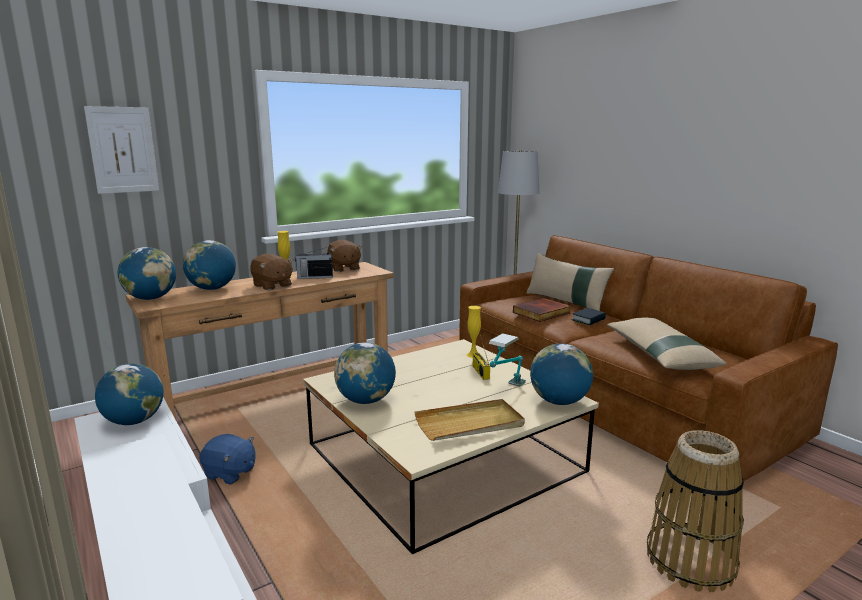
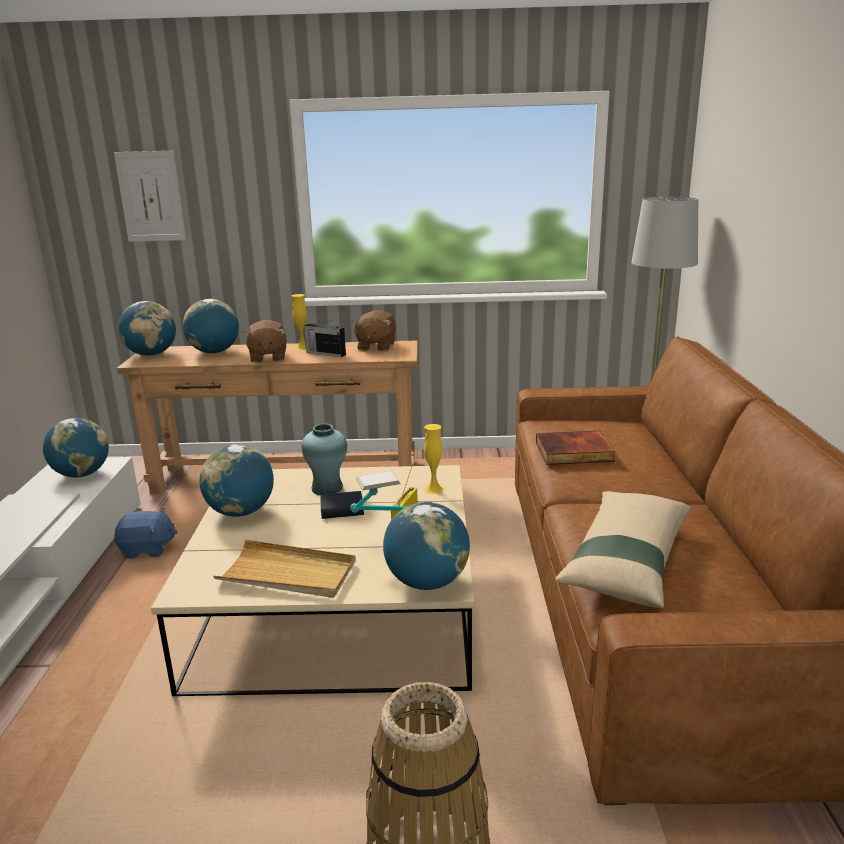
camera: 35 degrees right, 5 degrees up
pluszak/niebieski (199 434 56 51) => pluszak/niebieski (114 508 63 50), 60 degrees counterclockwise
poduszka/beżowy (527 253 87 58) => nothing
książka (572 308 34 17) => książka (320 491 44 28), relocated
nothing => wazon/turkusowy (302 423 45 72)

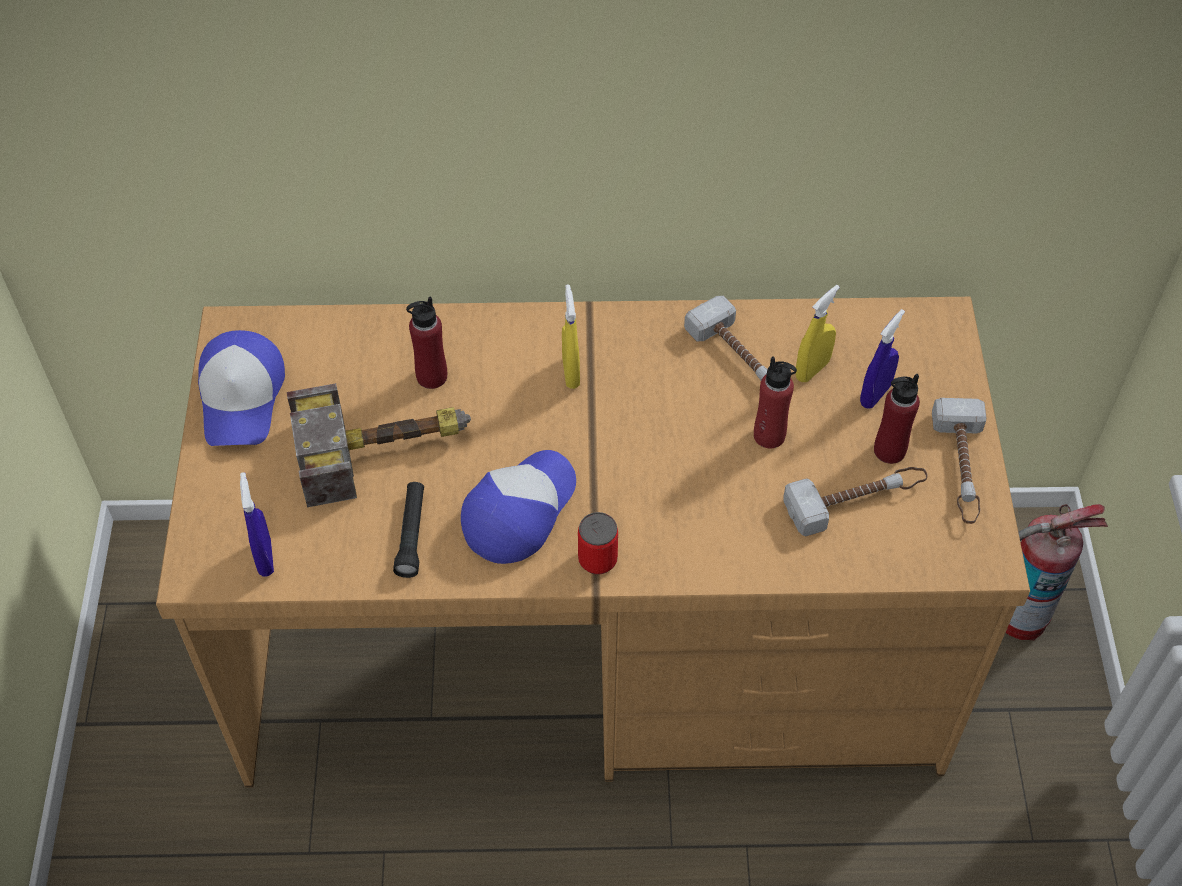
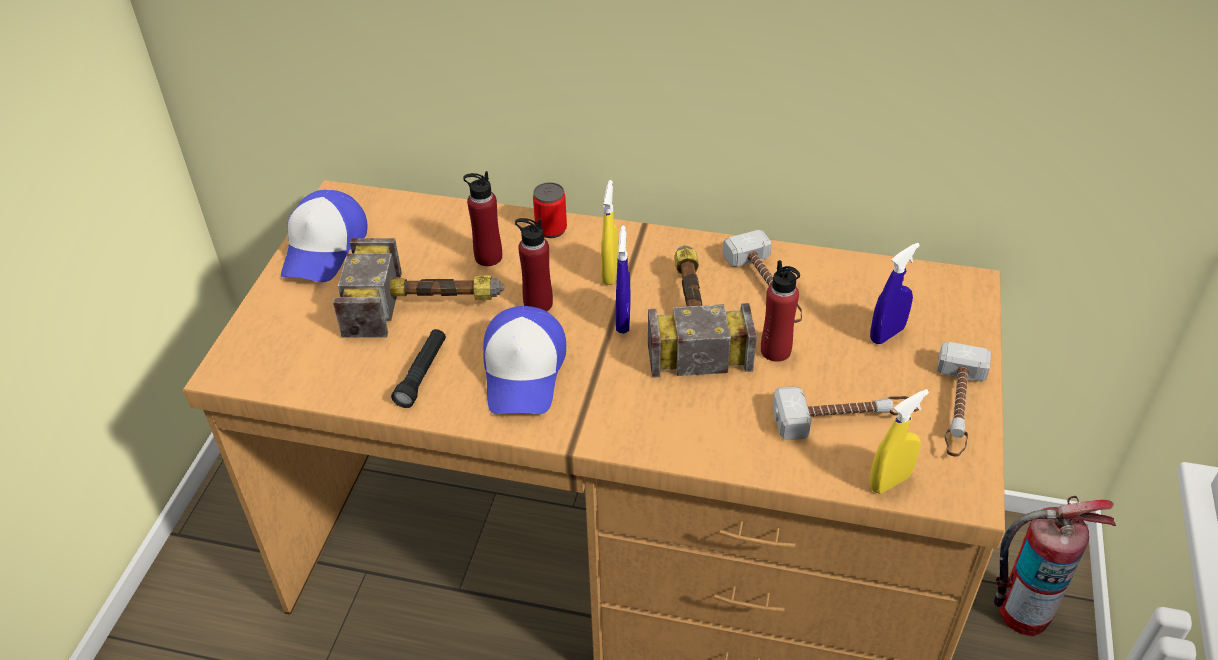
camera: 15 degrees right, 10 degrees down
spryskiwacz/niebieski (240 472 34 105) => spryskiwacz/niebieski (616 226 15 107), relocated
czapka z daszkiem (461 450 115 114) => czapka z daszkiem (483 306 83 108), 135 degrees clockwise
puszka (578 512 40 63) => puszka (533 182 34 56), relocated
spryskiwacz/żółty (796 285 44 97) => spryskiwacz/żółty (870 389 59 105), relocated
butelka/czerwony (874 374 46 90) => butelka/czerwony (515 218 38 93), relocated
nothing => młotek (648 245 109 133)

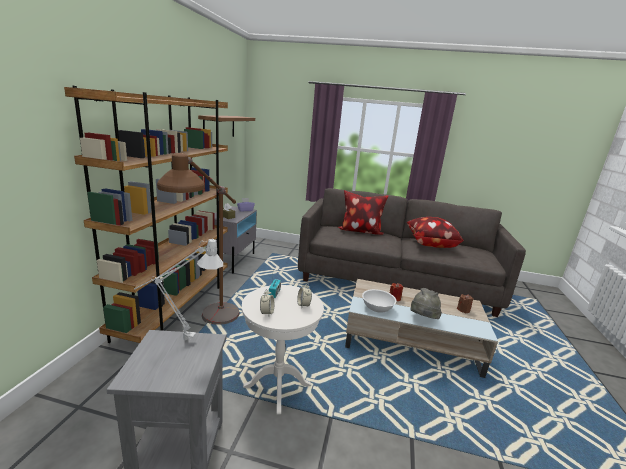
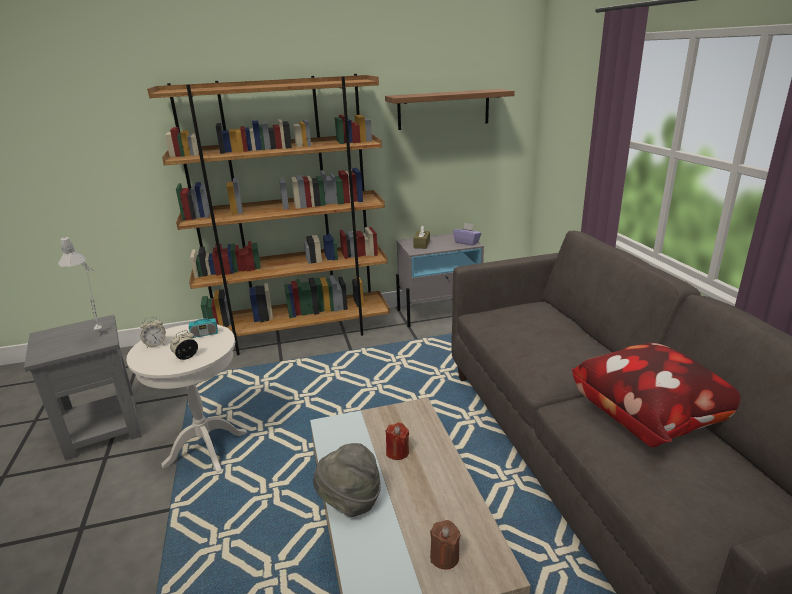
camera: 65 degrees right, 5 degrees up
lampa stojąca/brązowy (157 153 83 172) => nothing
poduszka (338 190 50 45) => nothing
miska/biały (362 289 34 24) => nothing

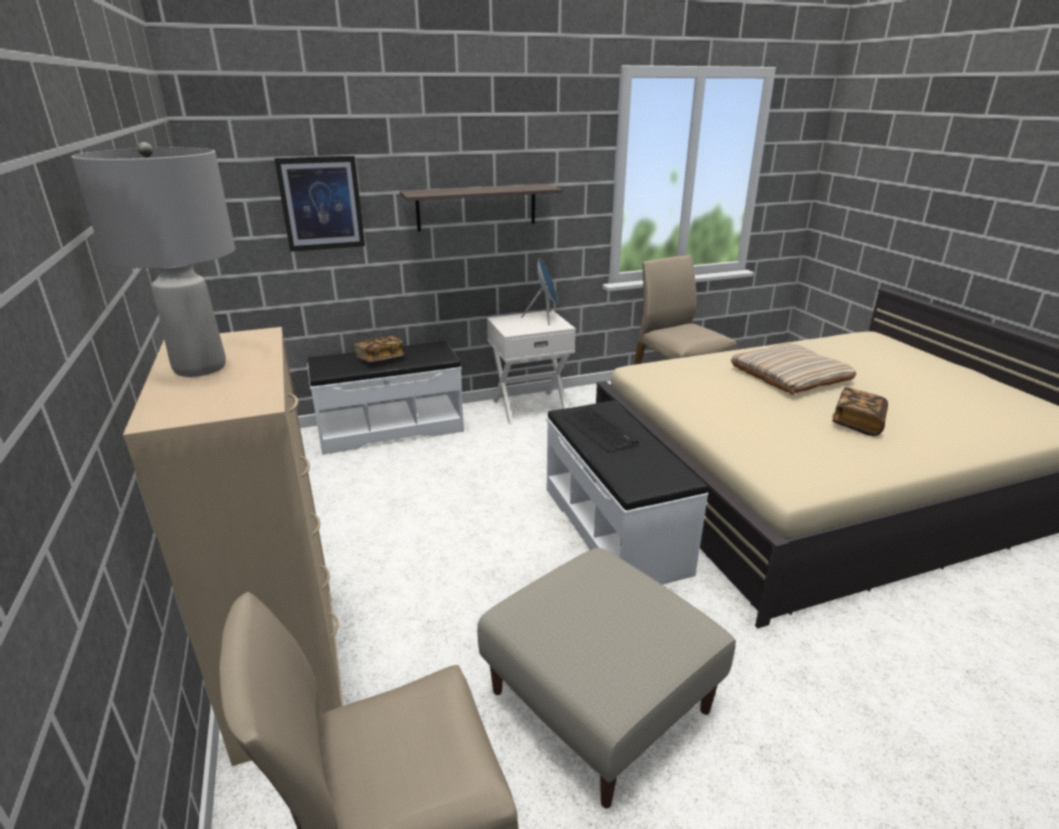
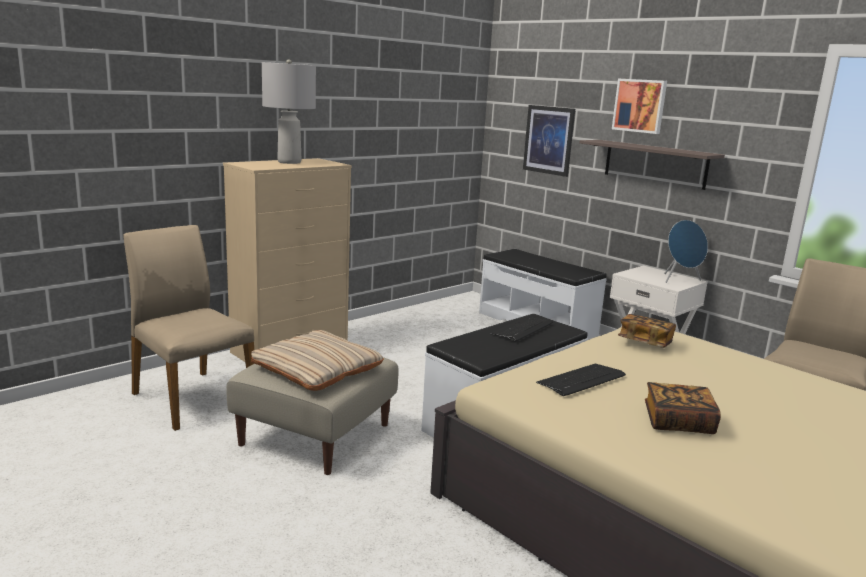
camera: 65 degrees right, 10 degrees down
książka (354 335 51 27) => książka (618 314 58 34), relocated
poduszka/beżowy (731 343 125 52) => poduszka/beżowy (251 330 133 61), relocated
nothing => klawiatura (536 364 90 32)
nothing => obraz (612 79 55 55)

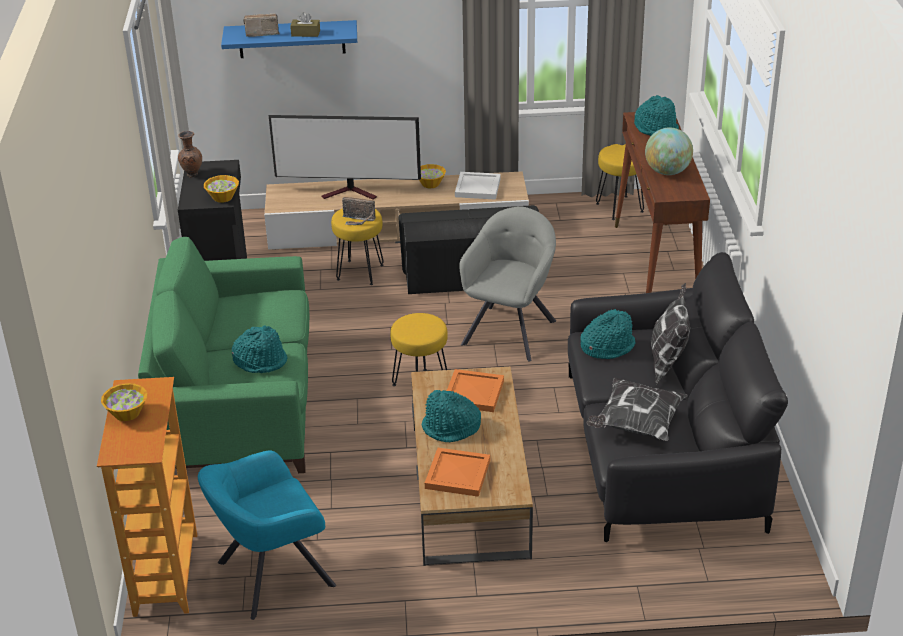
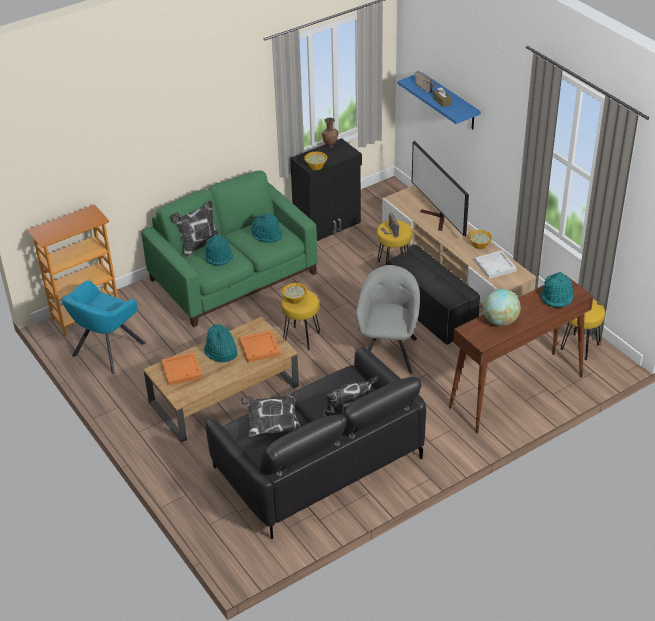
camera: 60 degrees right, 5 degrees up
miska (101 383 46 38) => miska (282 283 25 21), relocated
fotel/turkusowy (198 450 138 170) => fotel/turkusowy (62 281 84 93), 90 degrees counterclockwise
fotel/szary (459 206 97 156) => fotel/szary (356 265 64 109), 75 degrees counterclockwise
kapelusz/turkusowy (581 309 54 50) => kapelusz/turkusowy (251 213 32 30), relocated
nothing => poduszka (170 200 50 58)

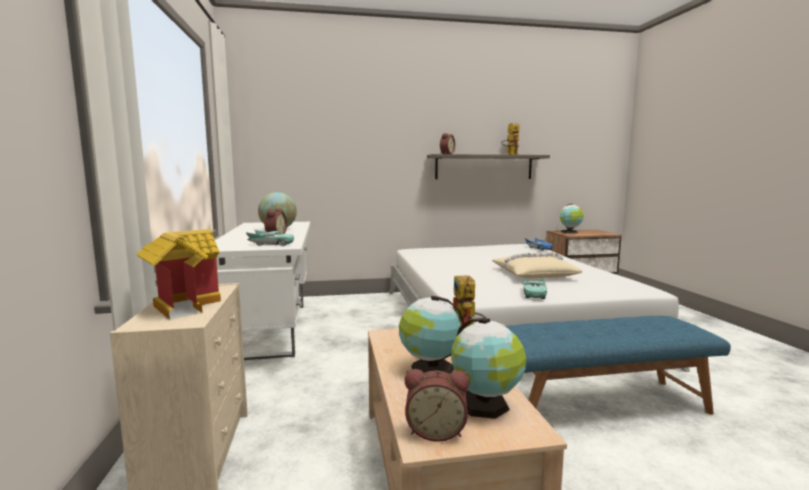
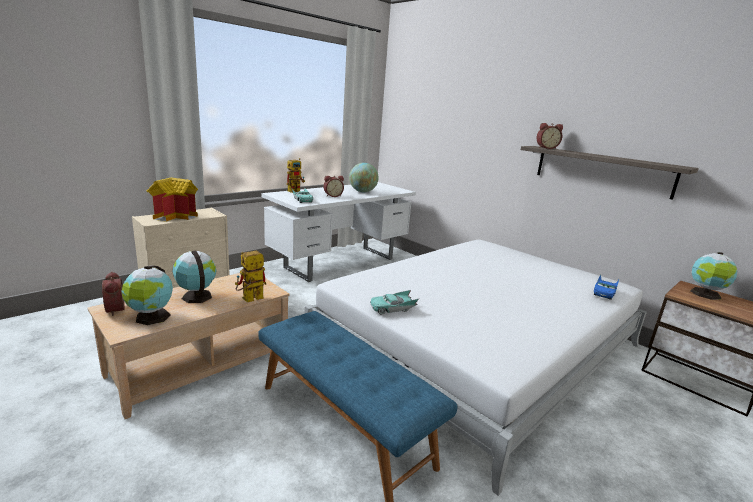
camera: 55 degrees right, 10 degrees up
poduszka/beżowy (492 252 90 26) => nothing
robot zabawkowy (501 123 18 32) => robot zabawkowy (286 158 19 35), relocated

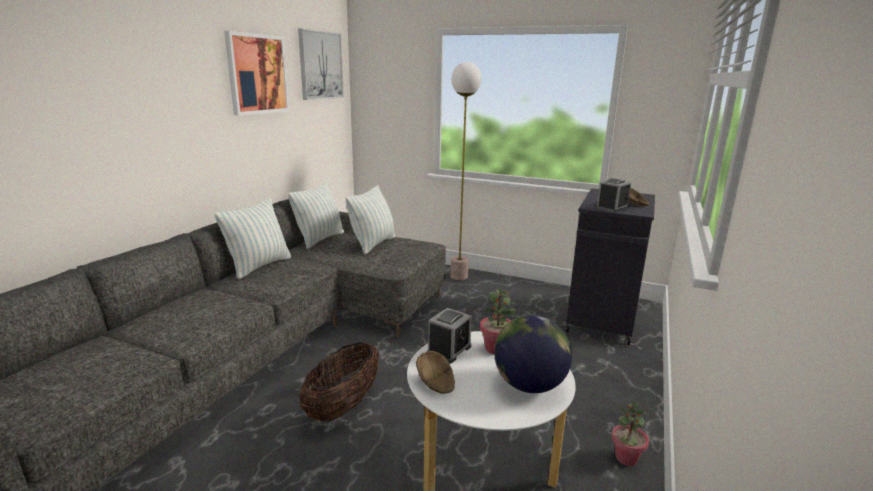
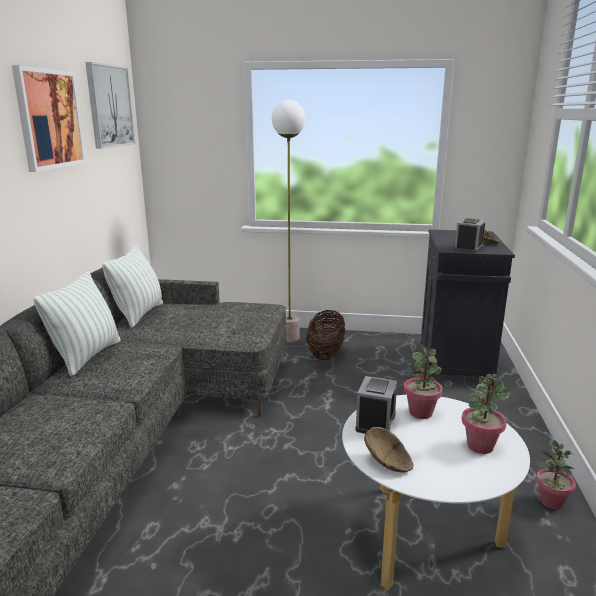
camera: 15 degrees left, 0 degrees up
koszyk (299 342 80 79) => koszyk (307 310 38 50), relocated
poduszka (345 185 50 70) => nothing
globus (494 315 78 78) => roślina doniczkowa (462 373 49 81)

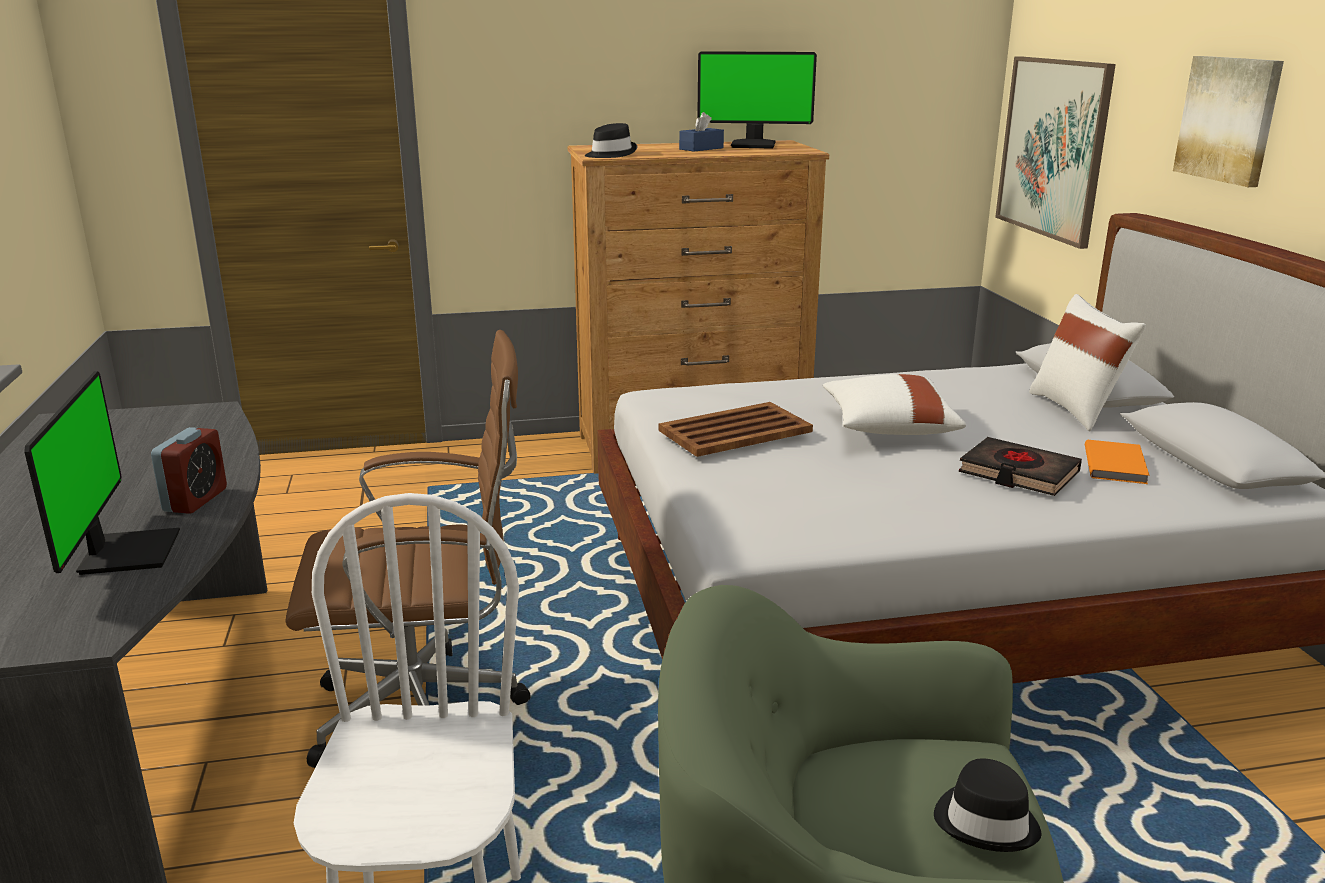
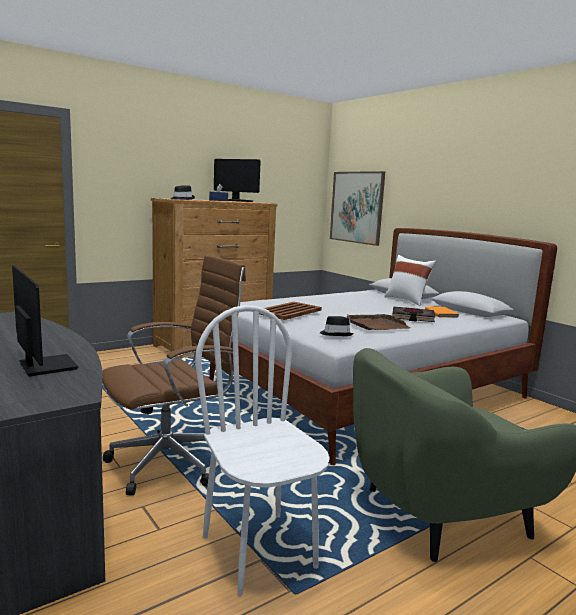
camera: 25 degrees left, 10 degrees down
budzik (151 427 76 87) => nothing
monitor (697 51 120 98) => monitor (214 159 47 43), 135 degrees counterclockwise
poduszka/biały (823 374 143 61) => nothing
kapelusz/czarny (934 758 107 94) => kapelusz/czarny (320 316 34 20), relocated
obraz (1173 56 111 131) => nothing
nothing => taca/brązowy (346 314 64 16)

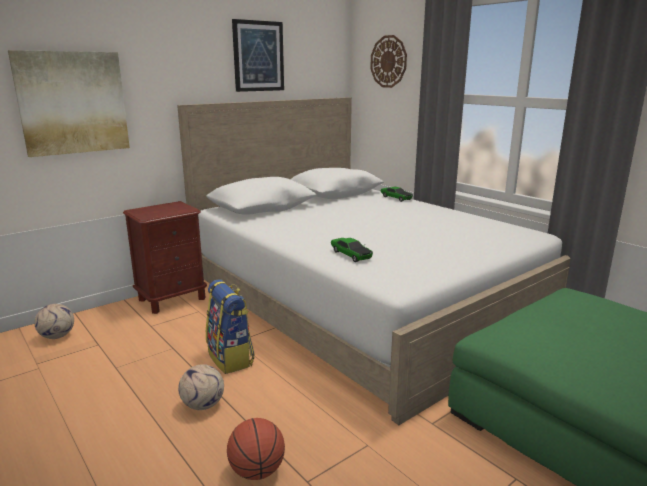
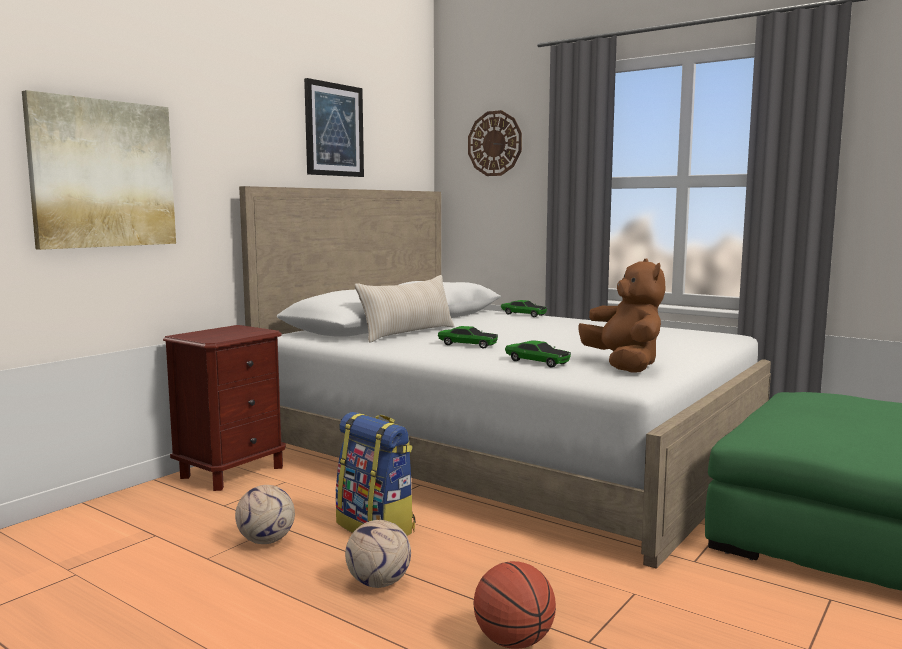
camera: 15 degrees left, 10 degrees down
piłka futbolowa (34 304 40 35) => piłka futbolowa (235 485 60 59), relocated
nothing => poduszka/beżowy (355 275 100 68)
nothing => samochodzik (438 326 60 23)
nothing => pluszak/brązowy (578 258 88 115)

